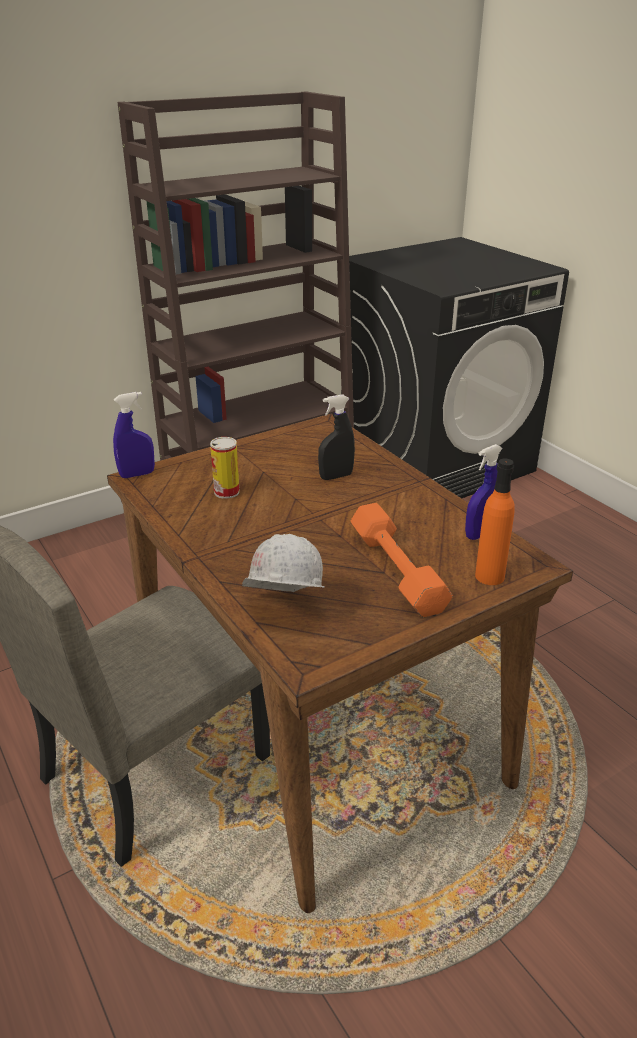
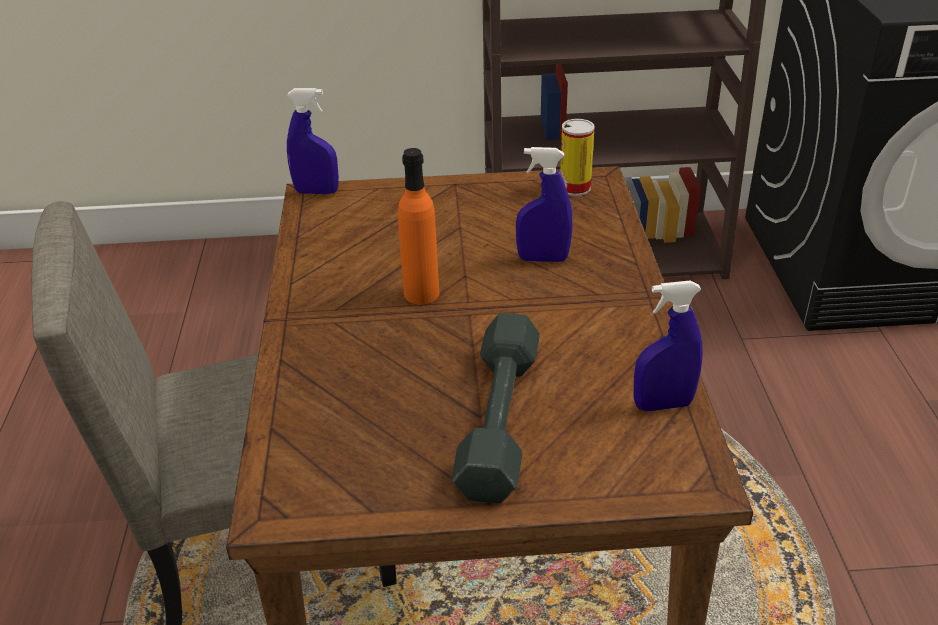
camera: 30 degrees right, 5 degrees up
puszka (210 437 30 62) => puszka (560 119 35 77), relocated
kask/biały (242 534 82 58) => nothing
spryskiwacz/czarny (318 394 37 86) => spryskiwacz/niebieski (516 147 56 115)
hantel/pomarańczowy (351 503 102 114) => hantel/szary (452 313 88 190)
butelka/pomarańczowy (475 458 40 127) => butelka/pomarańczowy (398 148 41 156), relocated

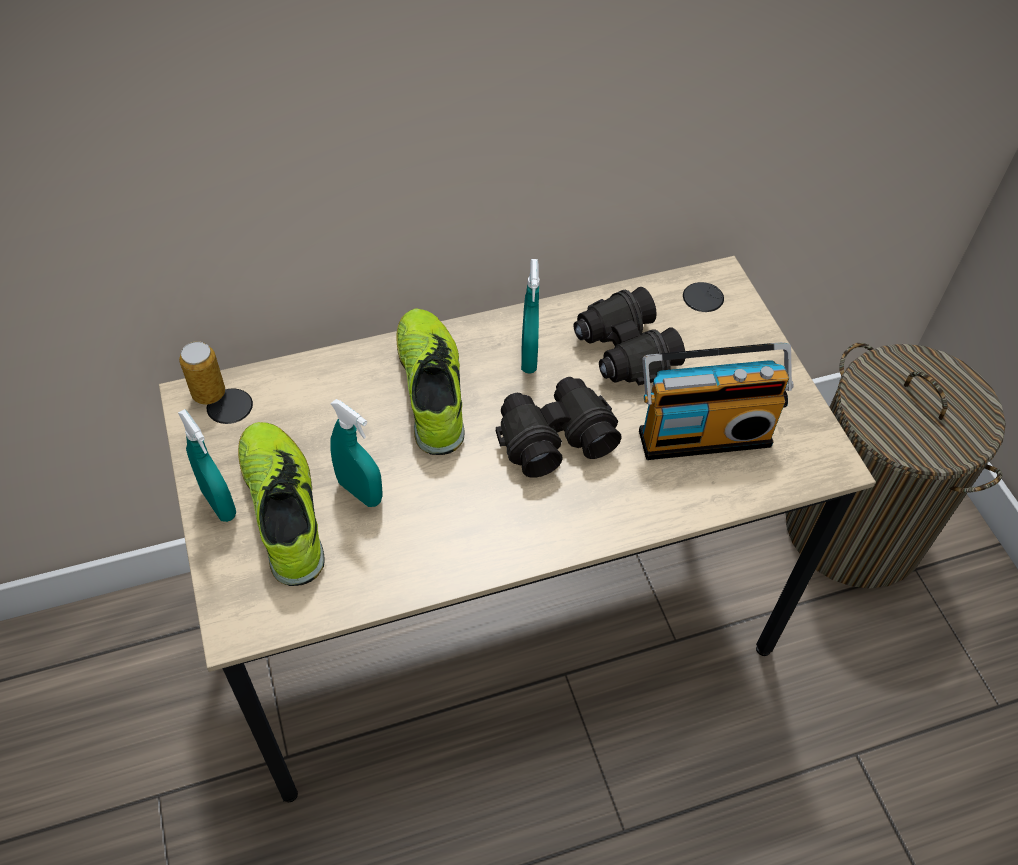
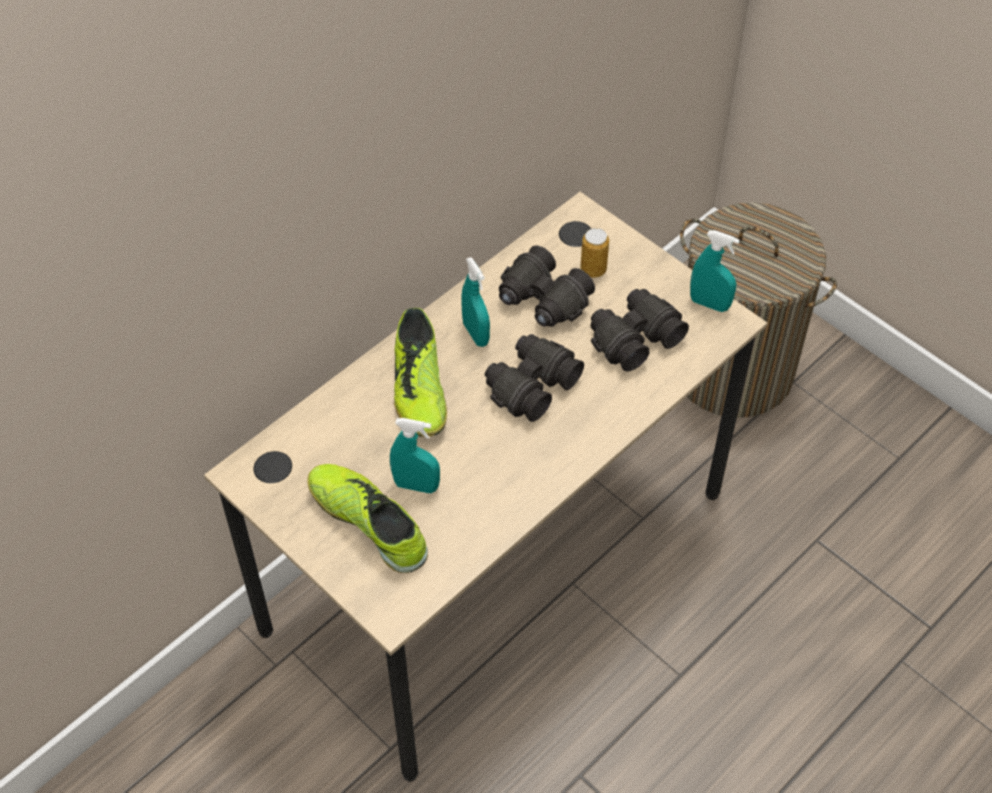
camera: 25 degrees left, 0 degrees up
spryskiwacz/turkusowy (178 409 58 113) => spryskiwacz/turkusowy (690 230 50 82), relocated
puszka (179 341 46 64) => puszka (580 228 29 50), relocated
but (397 309 68 146) => but (394 308 53 129), 150 degrees counterclockwise
radio (639 342 155 118) => lornetka/czarny (590 289 99 82)

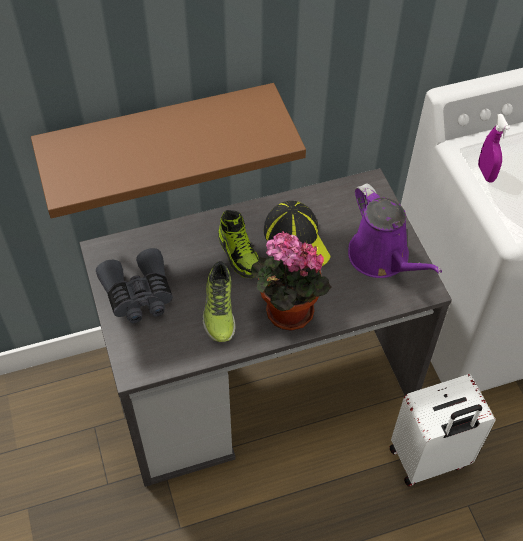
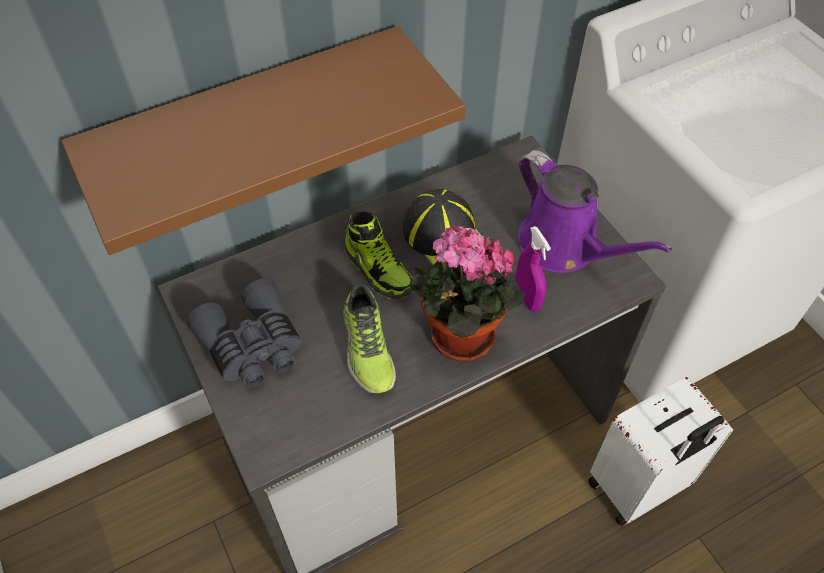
camera: 10 degrees left, 0 degrees up
spryskiwacz/fioletowy (478 114 32 69) => spryskiwacz/fioletowy (515 226 36 86), relocated

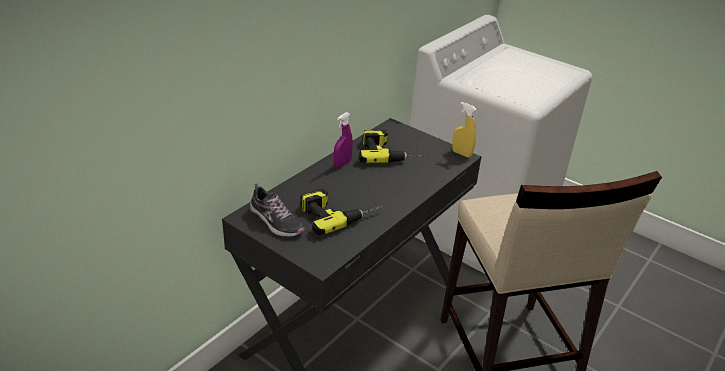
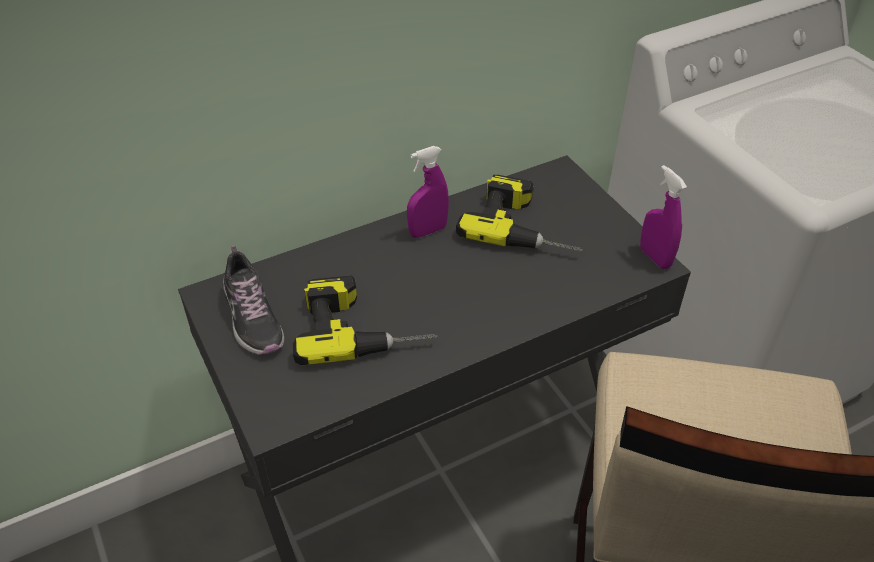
camera: 25 degrees right, 10 degrees up
spryskiwacz/żółty (452 102 25 56) => spryskiwacz/fioletowy (640 165 47 104)

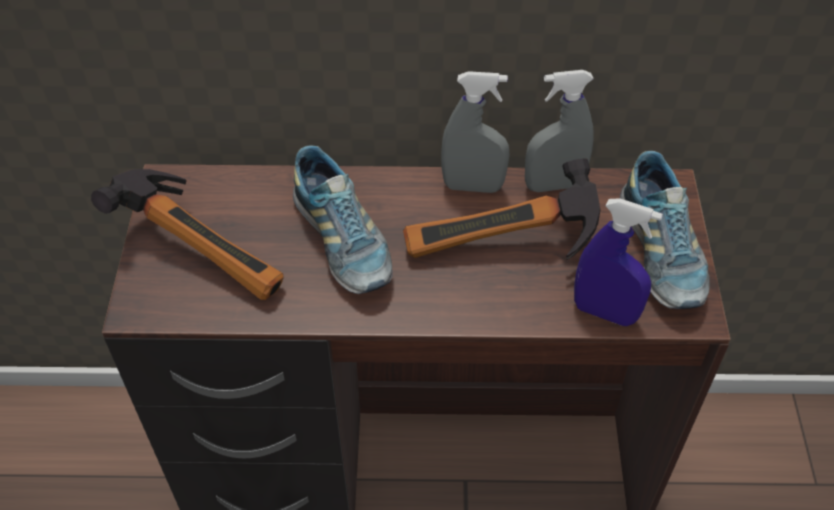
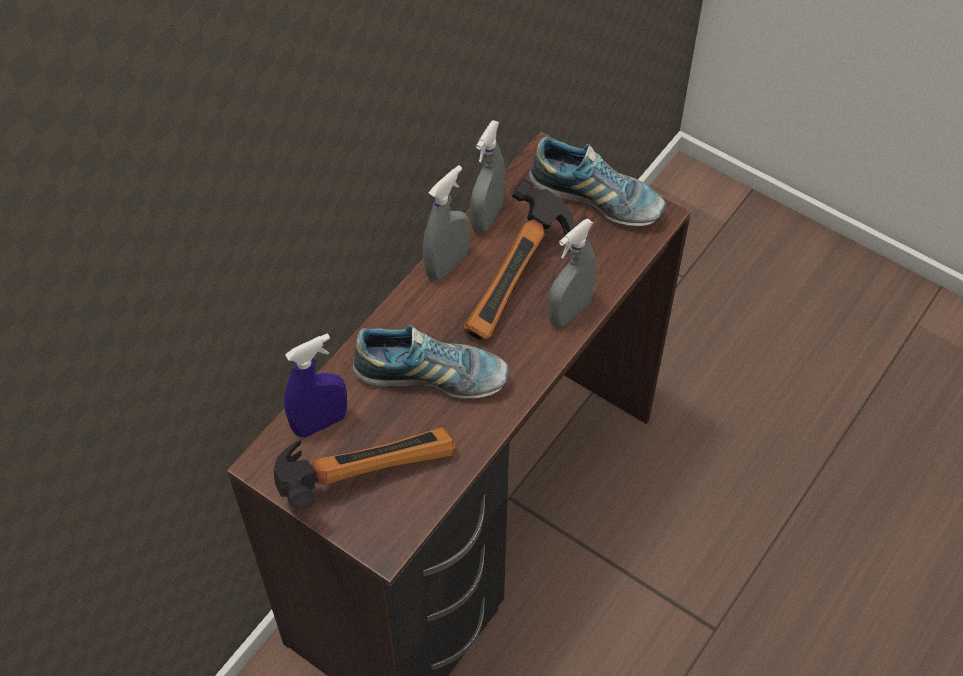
camera: 55 degrees left, 5 degrees up
spryskiwacz/niebieski (574 198 89 128) => spryskiwacz/niebieski (284 333 63 105), relocated
nothing => spryskiwacz/szary (548 219 48 108)

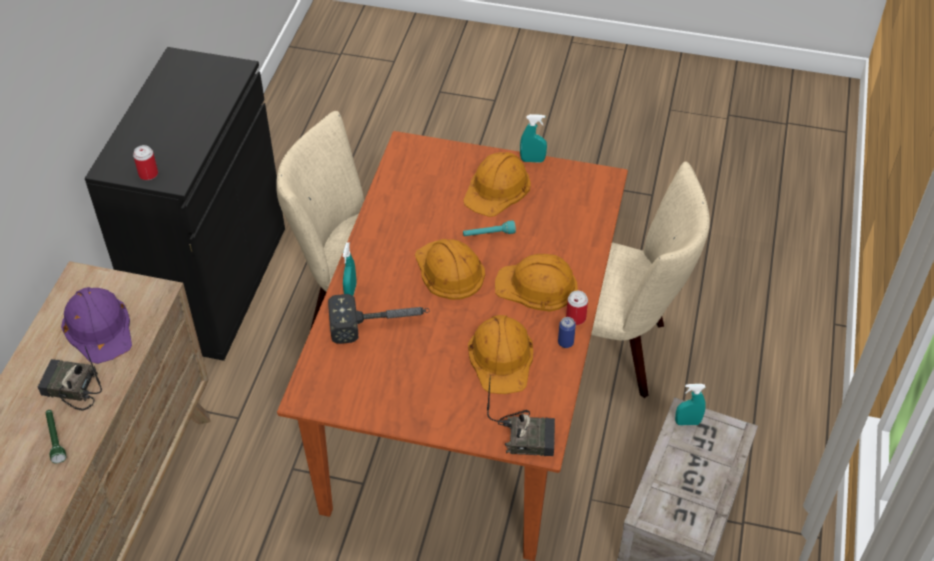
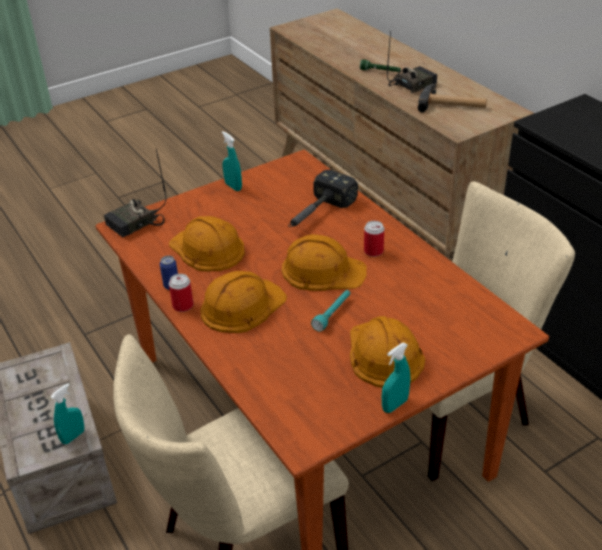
camera: 135 degrees right, 10 degrees down
kask/fioletowy (61 287 71 77) => młotek (418 84 69 28)
puszka (133 145 25 35) => puszka (364 221 20 36), relocated
spryskiwacz/turkusowy (343 242 13 54) => spryskiwacz/turkusowy (222 131 20 60), relocated

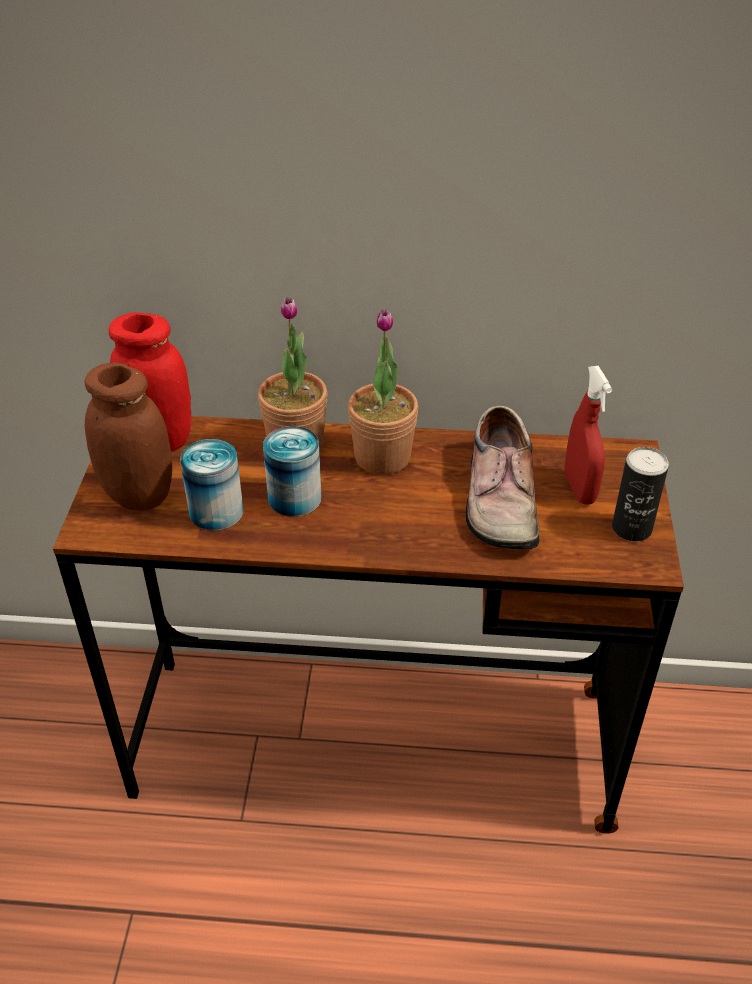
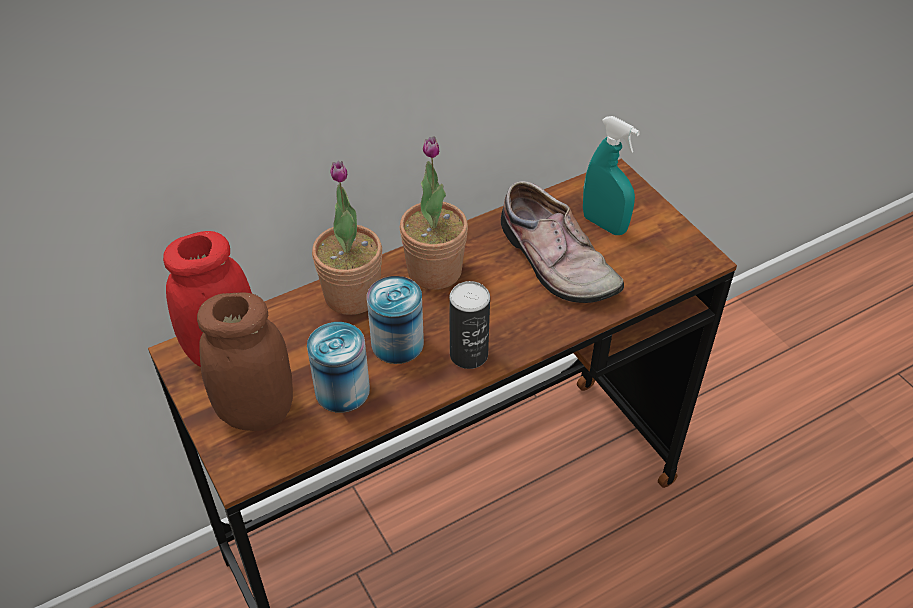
camera: 35 degrees left, 5 degrees up
spryskiwacz/czerwony (564 366 48 138) => spryskiwacz/turkusowy (583 116 57 119)
puszka (612 447 57 95) => puszka (449 281 41 88), relocated

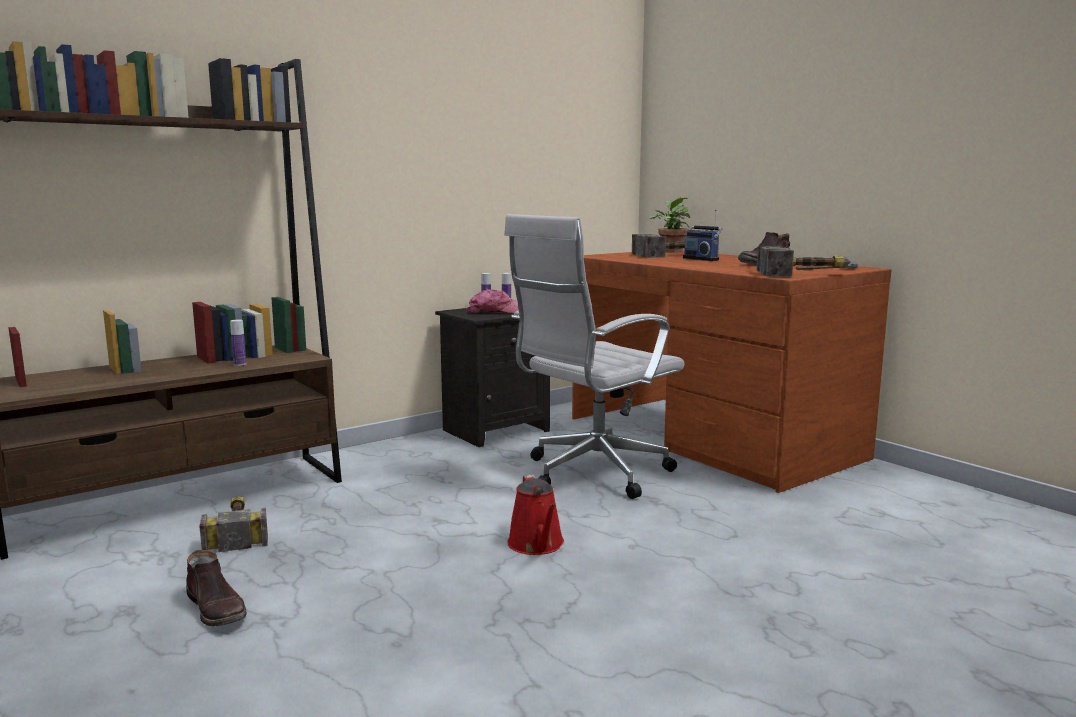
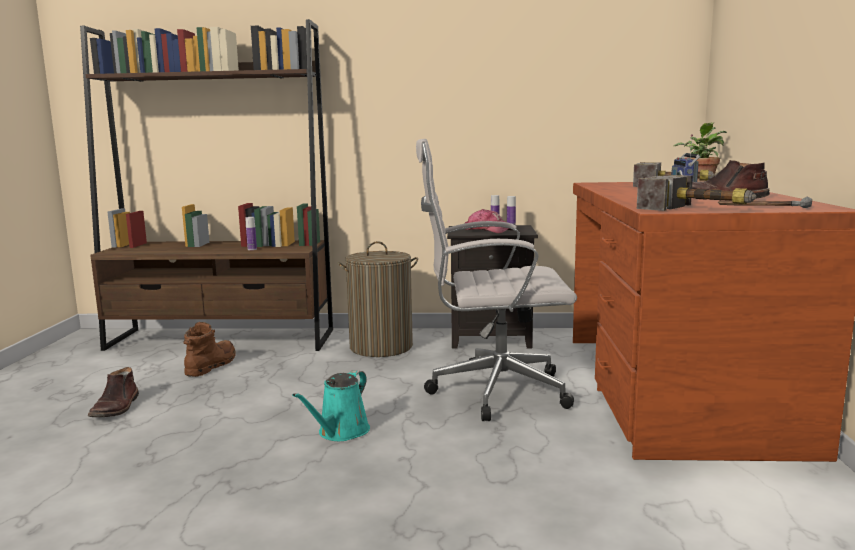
camera: 40 degrees right, 0 degrees up
młotek (199 496 69 56) => but z cholewką/brązowy (183 322 53 55)
konewka/czerwony (507 474 57 81) => konewka/turkusowy (292 370 78 71)
nothing => kosz na pranie (338 241 80 116)

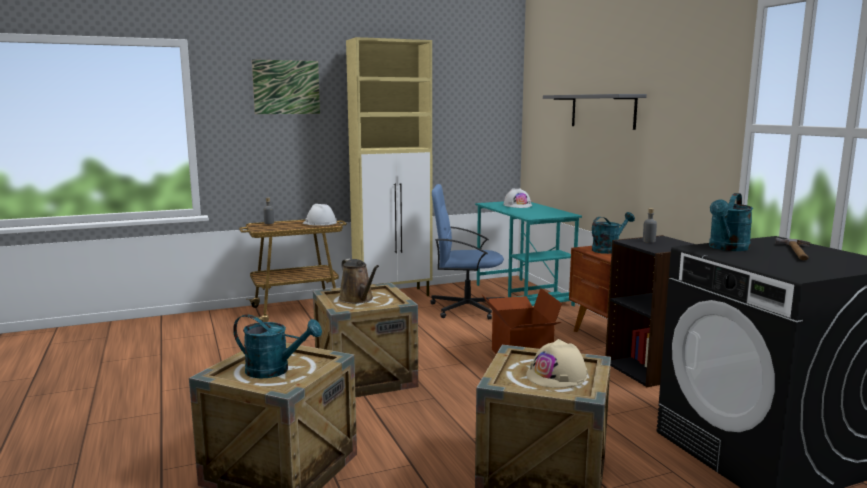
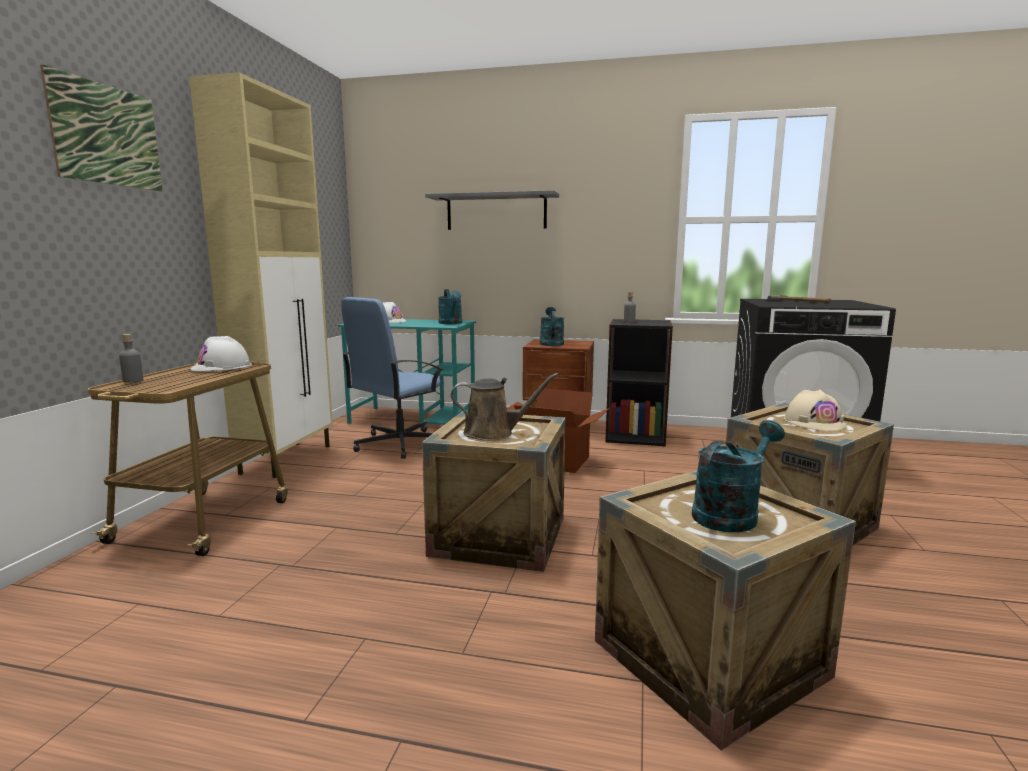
camera: 55 degrees left, 0 degrees up
konewka/turkusowy (709 193 44 58) => konewka/turkusowy (438 289 24 35), relocated

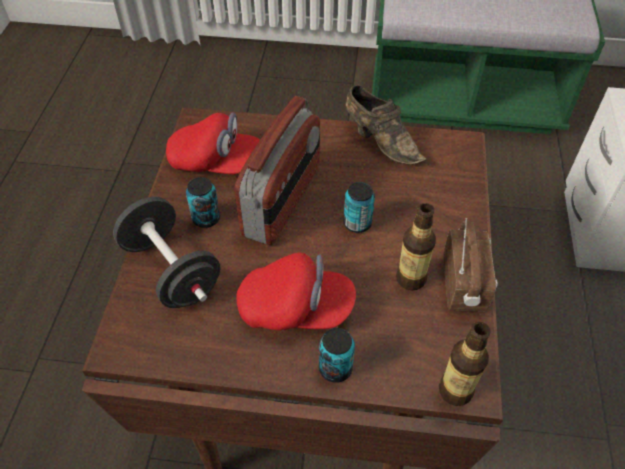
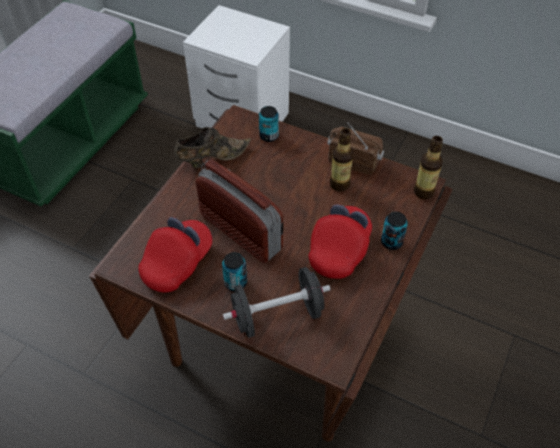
camera: 70 degrees left, 0 degrees up
puszka (344 182 31 51) => puszka (259 106 20 36), relocated

